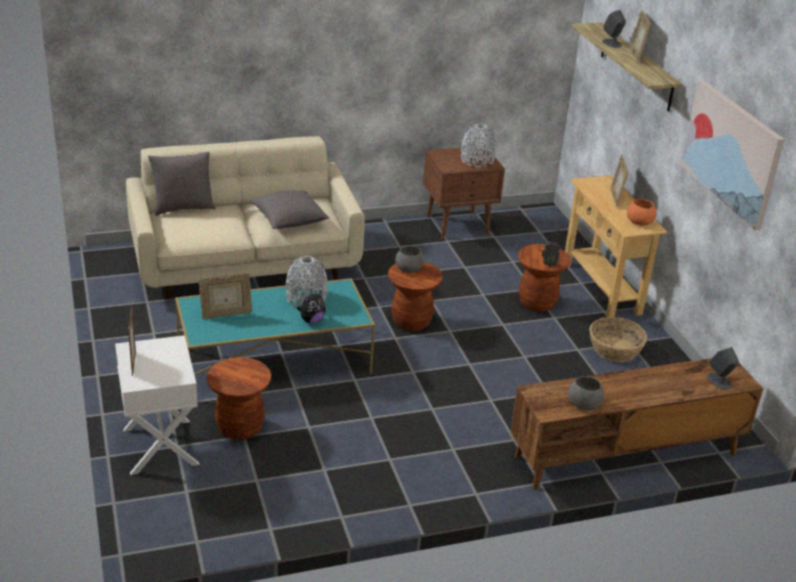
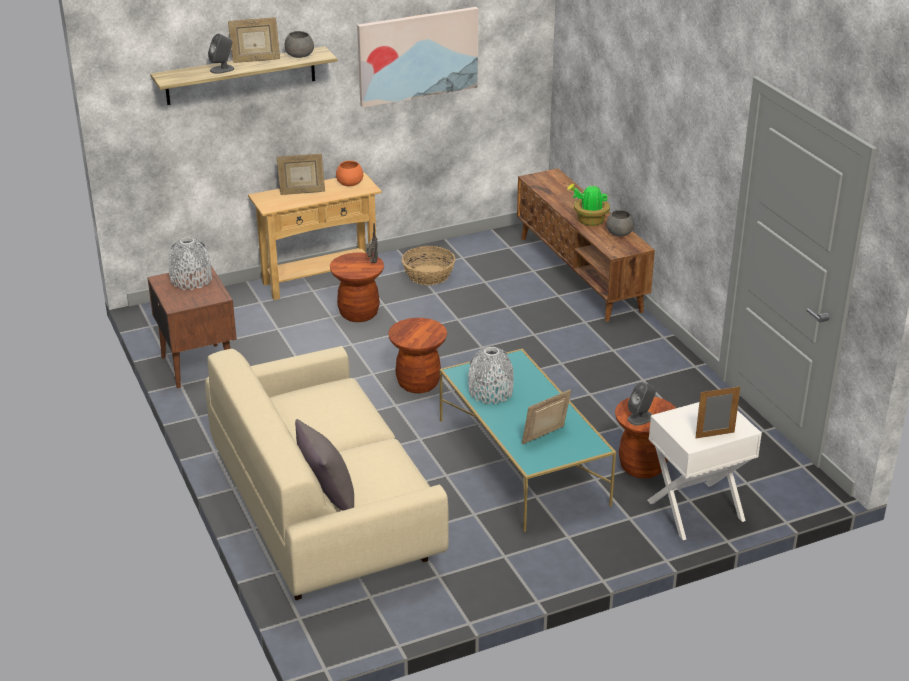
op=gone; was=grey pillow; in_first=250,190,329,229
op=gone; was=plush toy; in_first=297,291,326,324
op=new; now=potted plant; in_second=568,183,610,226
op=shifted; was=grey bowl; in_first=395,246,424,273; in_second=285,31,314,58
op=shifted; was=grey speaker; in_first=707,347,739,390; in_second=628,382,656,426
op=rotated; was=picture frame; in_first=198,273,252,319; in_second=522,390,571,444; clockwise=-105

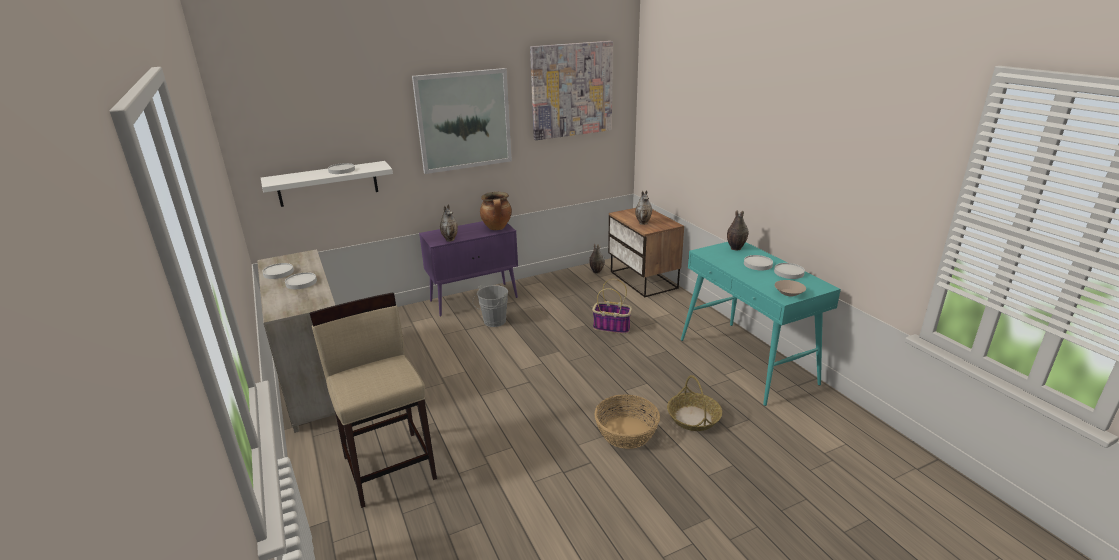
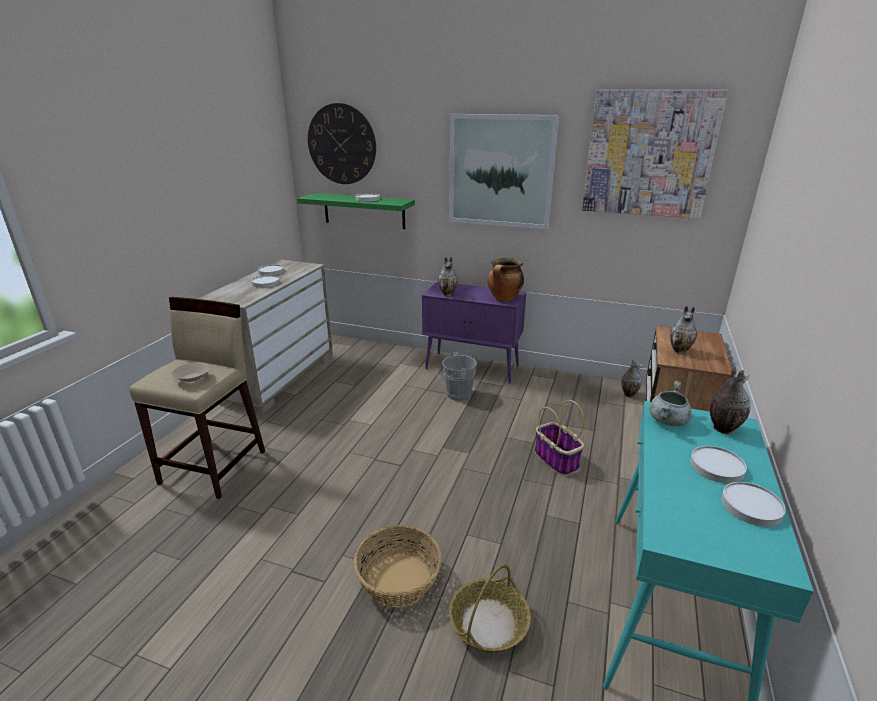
op=new; now=wall clock; in_second=308,103,376,184
op=new; now=grey cooking pot; in_second=649,381,692,426
op=shifted; was=beige bowl; in_first=774,280,806,296; in_second=172,362,210,382
op=repainted; was=white shelf; now=green shelf; in_first=261,161,393,207; in_second=297,193,415,229

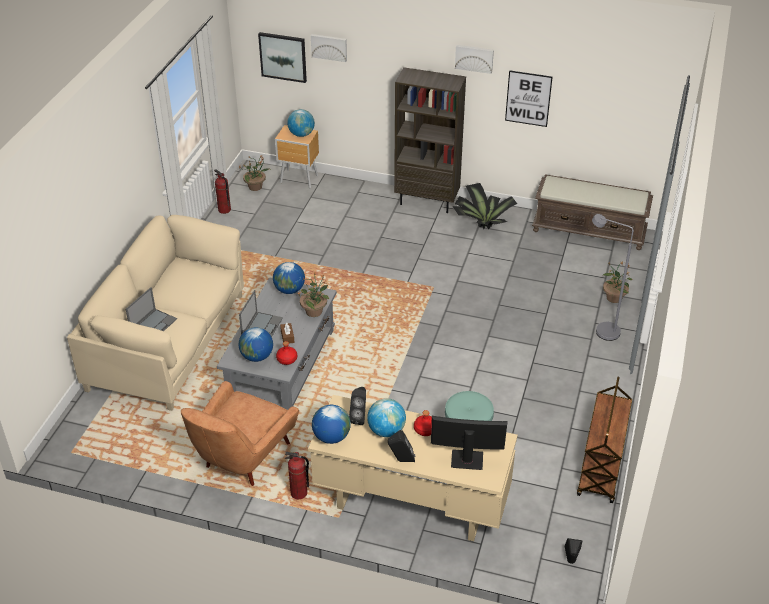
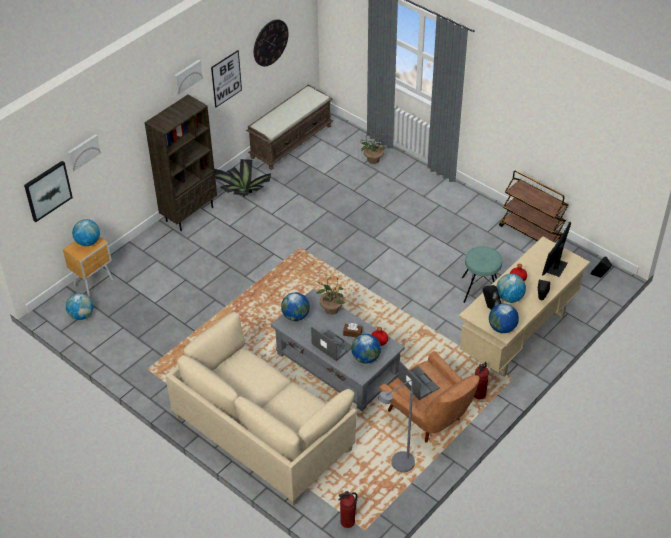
op=new; now=wall clock; in_second=254,19,289,66
op=shifted; was=laptop; in_first=126,287,177,331; in_second=398,361,439,400
op=shifted; was=fire extinguisher; in_first=214,169,231,214; in_second=338,491,357,528
op=shifted; was=grey floor lamp; in_first=592,214,633,341; in_second=378,380,415,472
op=swapped; was=potted plant; now=globe; in_first=238,155,269,191; in_second=66,293,93,320

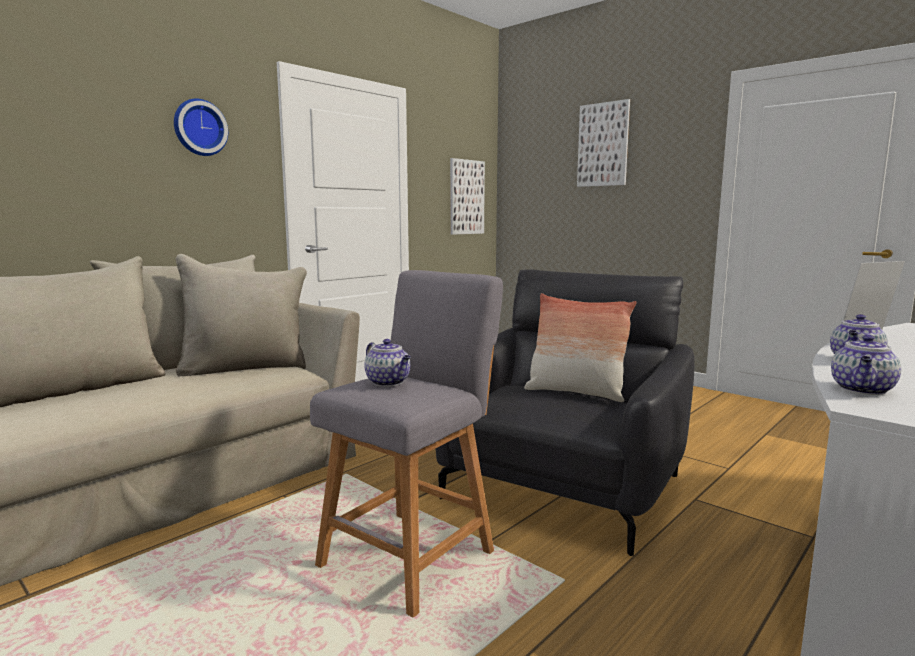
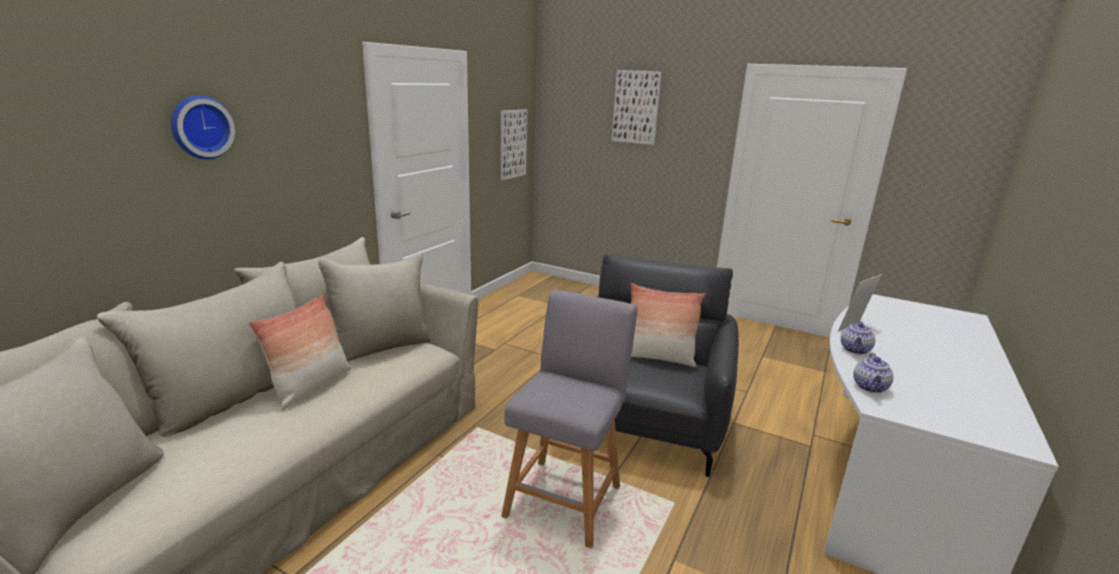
op=gone; was=teapot; in_first=365,339,411,386
op=new; now=pillow; in_second=248,294,352,410
op=shifted; was=wall clock; in_first=174,99,228,156; in_second=171,96,235,159

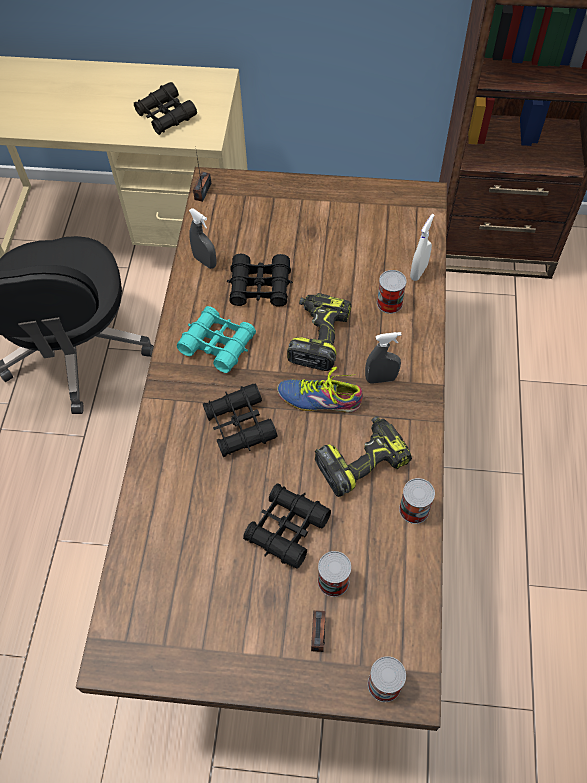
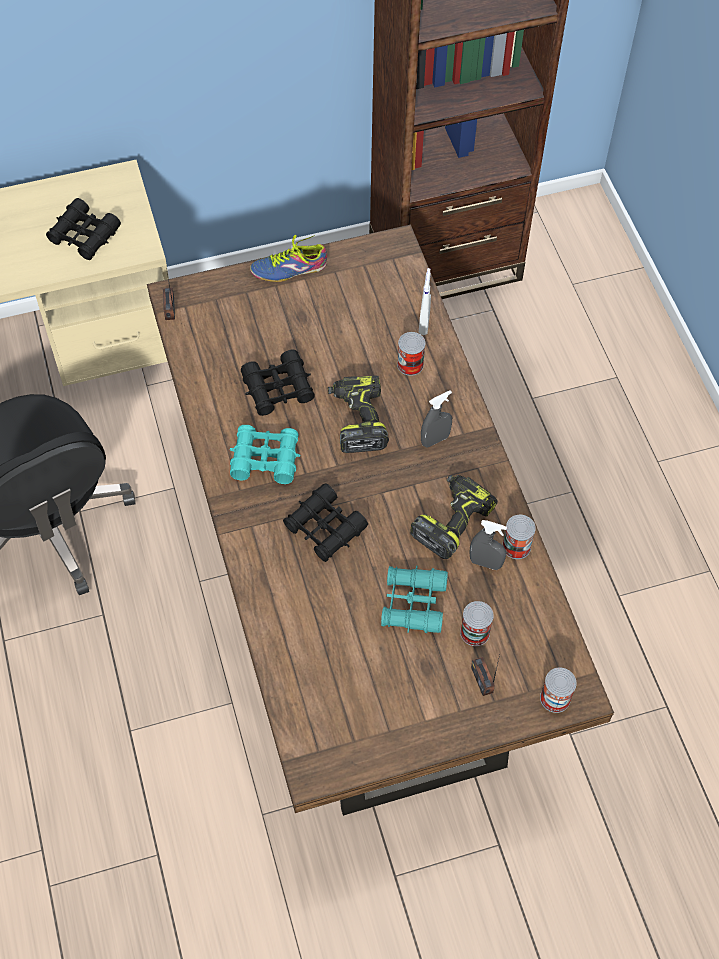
op=shifted; was=grey spray bottle; in_first=189,208,217,269; in_second=469,520,507,570
op=shifted; was=shoe; in_first=277,366,363,413; in_second=250,235,327,282
op=repainted; was=black binoculars; now=turquoise binoculars; in_first=243,484,331,569; in_second=381,566,448,633

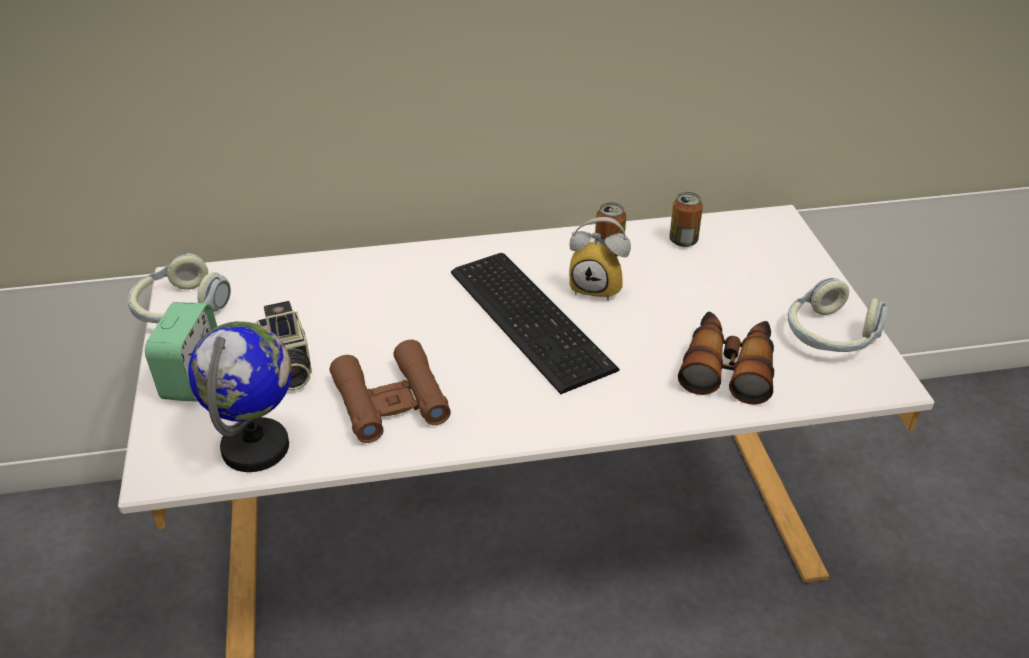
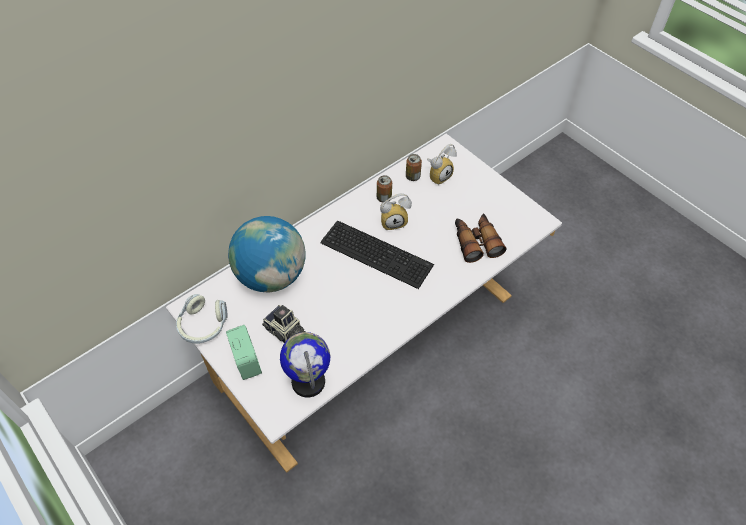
op=gone; was=brown binoculars; in_first=330,340,451,443
op=gone; was=headphones; in_first=788,278,888,352
op=new; now=globe; in_second=228,216,306,292
op=new; now=alarm clock; in_second=427,144,457,185

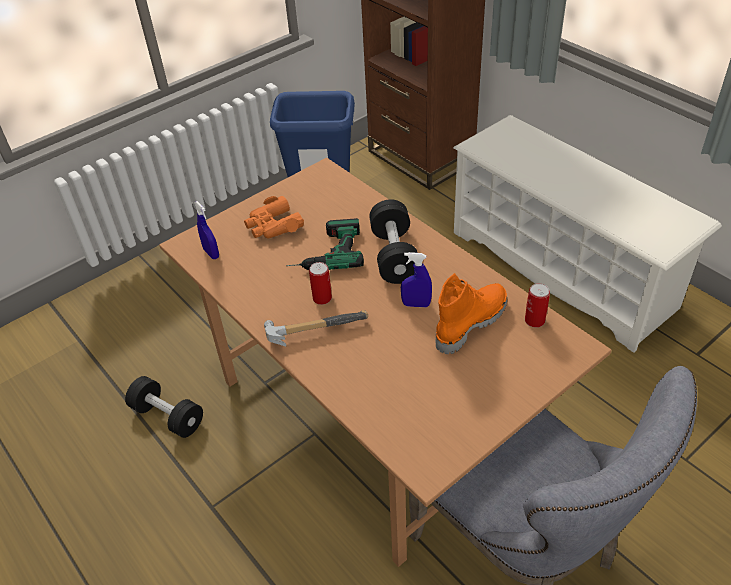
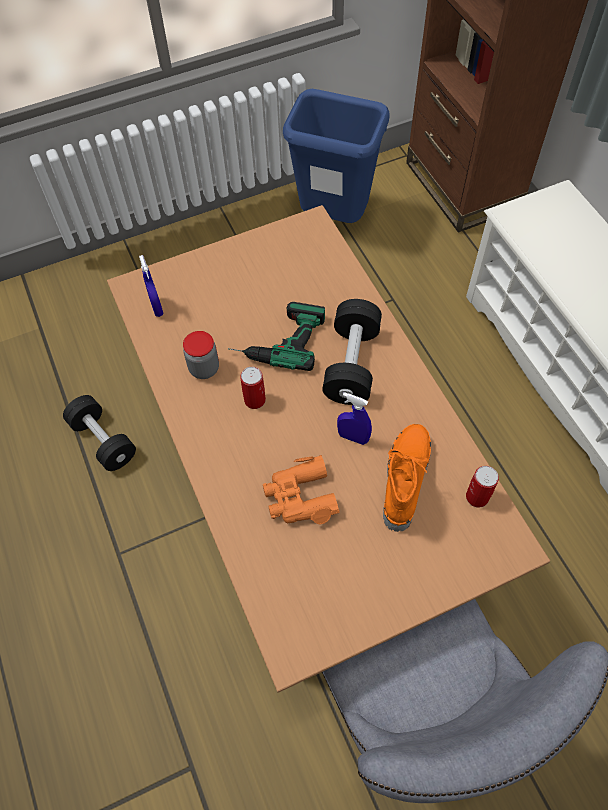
op=gone; was=hammer; in_first=264,310,368,346
op=new; now=jar; in_second=183,331,219,379
op=shifted; was=orange binoculars; in_first=244,196,304,239; in_second=263,455,340,524
op=rotated; was=orange boot; in_first=436,273,507,354; in_second=383,424,431,532; clockwise=-45

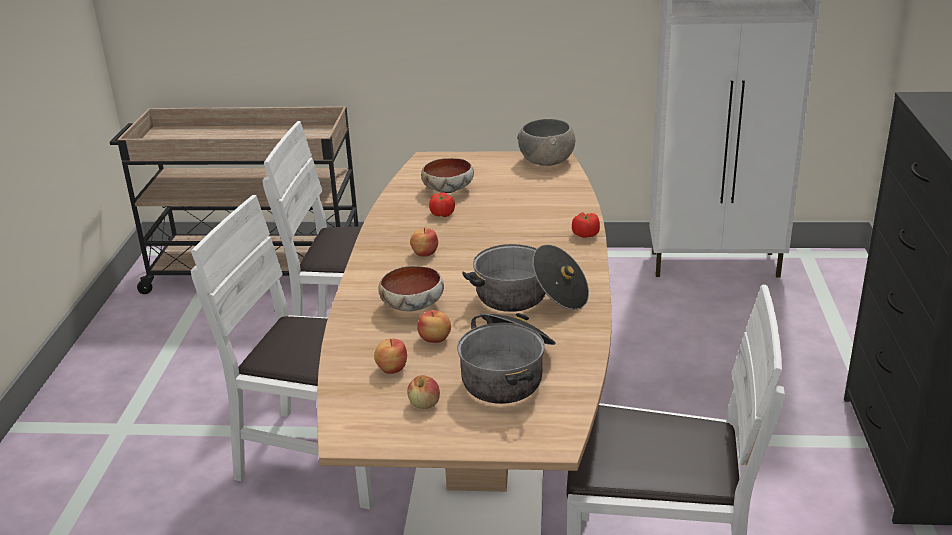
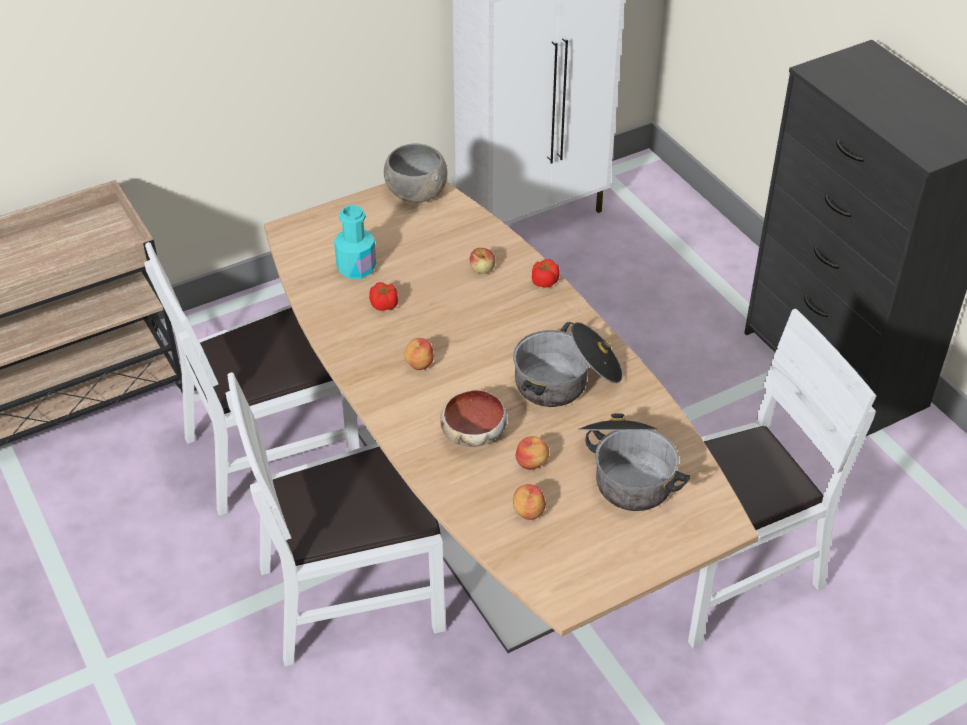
op=shifted; was=apple; in_first=407,375,440,409; in_second=470,248,496,274
op=swapped; was=bowl; now=turquoise bottle; in_first=421,158,474,193; in_second=334,205,376,279

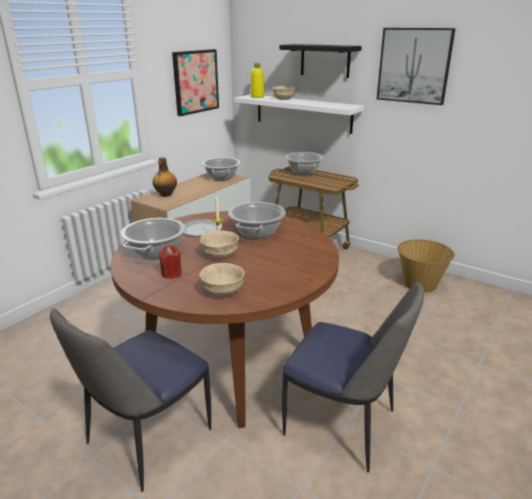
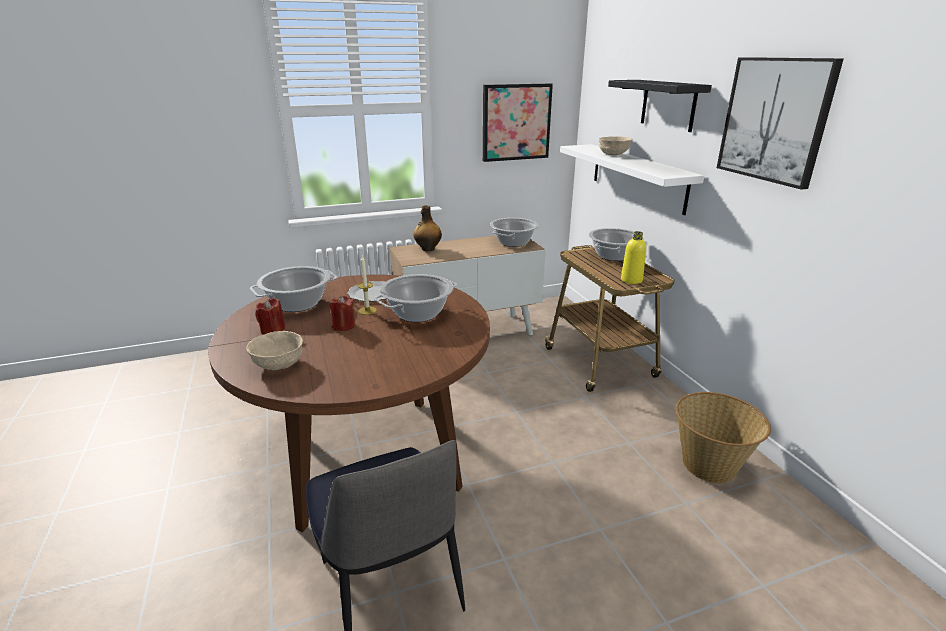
op=gone; was=chair; in_first=50,308,211,492
op=shifted; was=yellow bottle; in_first=251,63,264,98; in_second=621,231,646,284
op=swapped; was=beige bowl; now=red candle; in_first=200,230,239,259; in_second=329,296,355,331

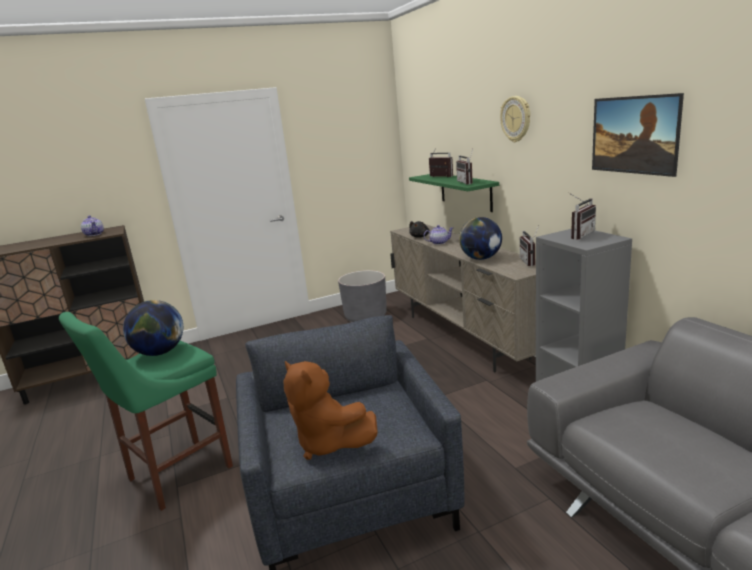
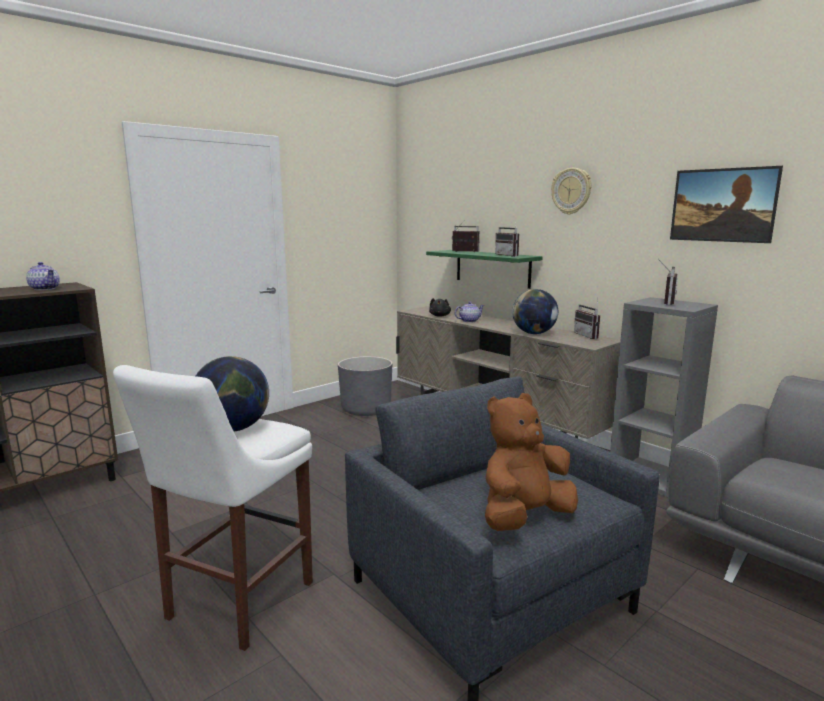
op=repainted; was=green stool; now=white stool; in_first=59,312,233,511; in_second=113,365,313,651
op=rotated; was=brown plush toy; in_first=283,361,378,460; in_second=485,393,578,531; clockwise=120

